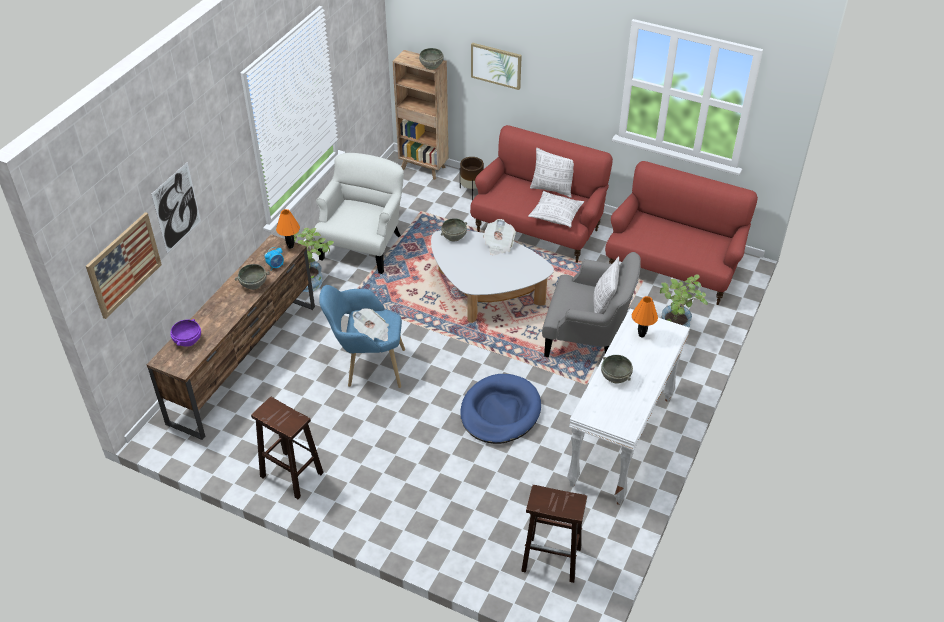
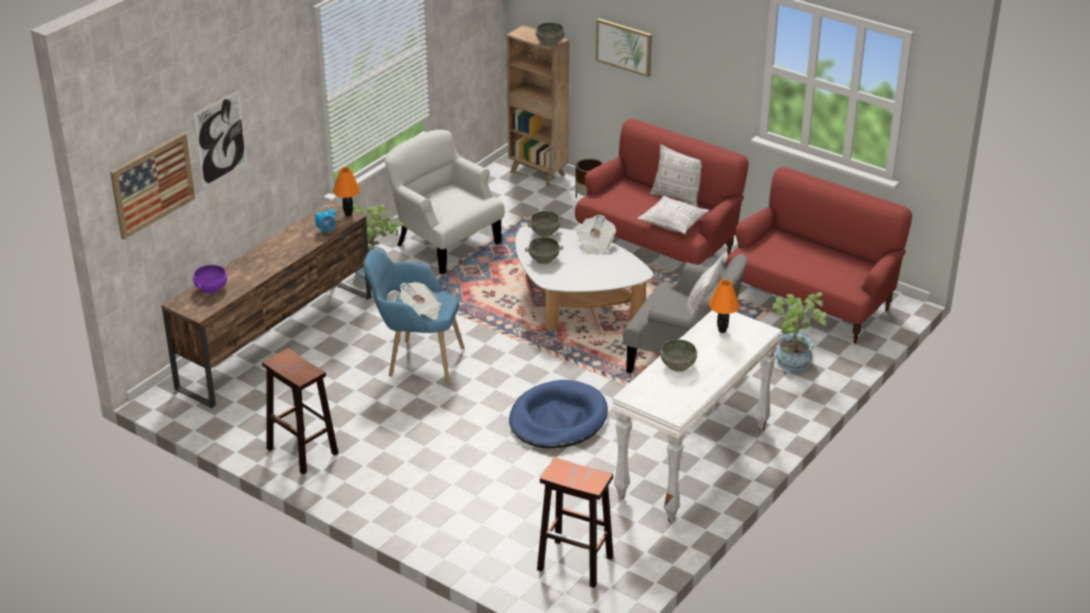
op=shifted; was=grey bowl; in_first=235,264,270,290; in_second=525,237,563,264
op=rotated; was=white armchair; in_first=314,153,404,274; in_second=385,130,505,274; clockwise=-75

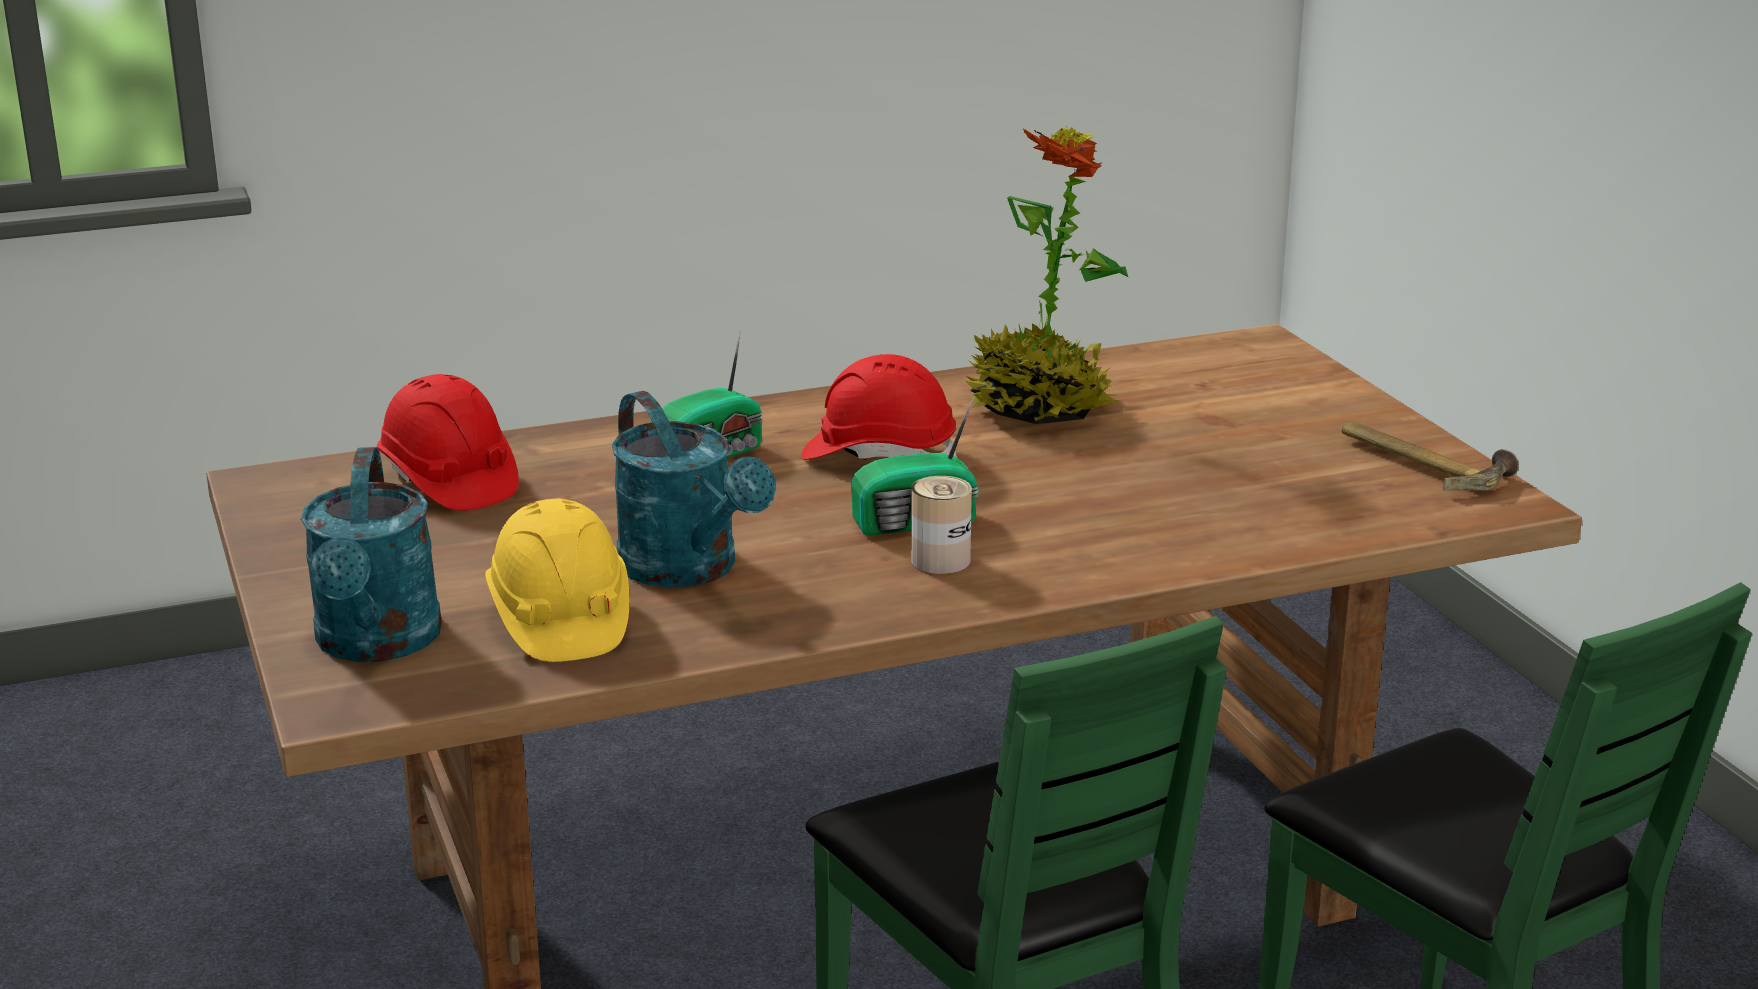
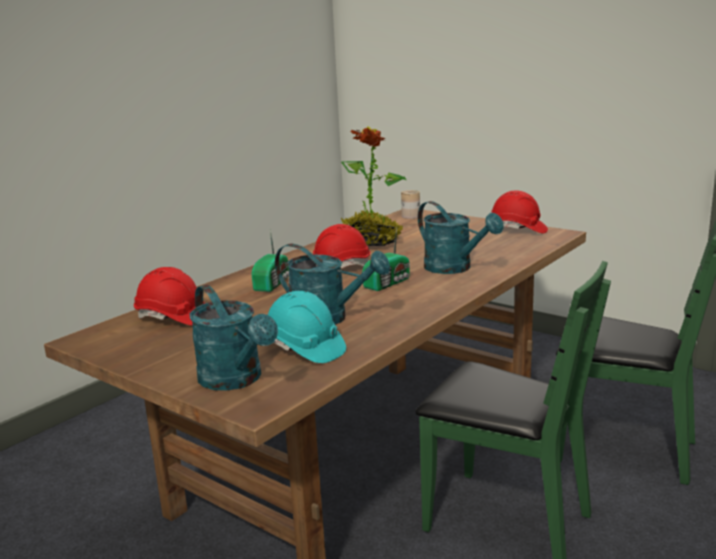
op=new; now=turquoise watering can; in_second=418,201,504,274
op=shifted; was=can; in_first=911,476,972,574; in_second=401,190,420,219
op=swapped; was=hammer; now=red hard hat; in_first=1342,421,1519,491; in_second=491,190,548,234
op=repainted; was=yellow hard hat; now=turquoise hard hat; in_first=485,498,629,662; in_second=268,291,346,363

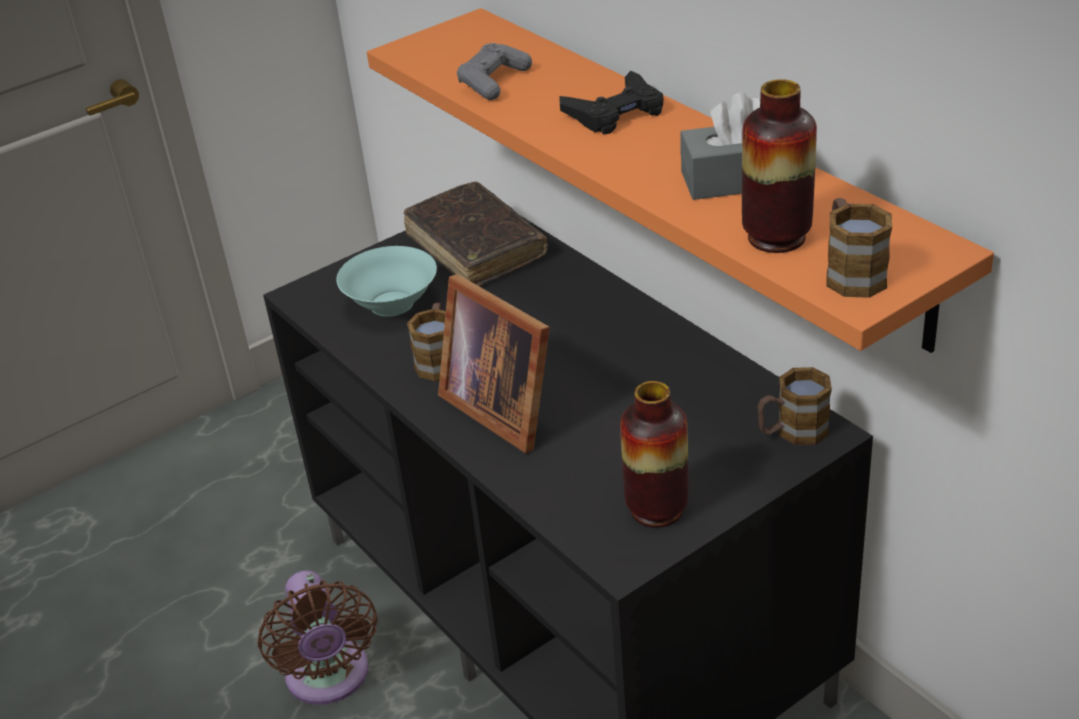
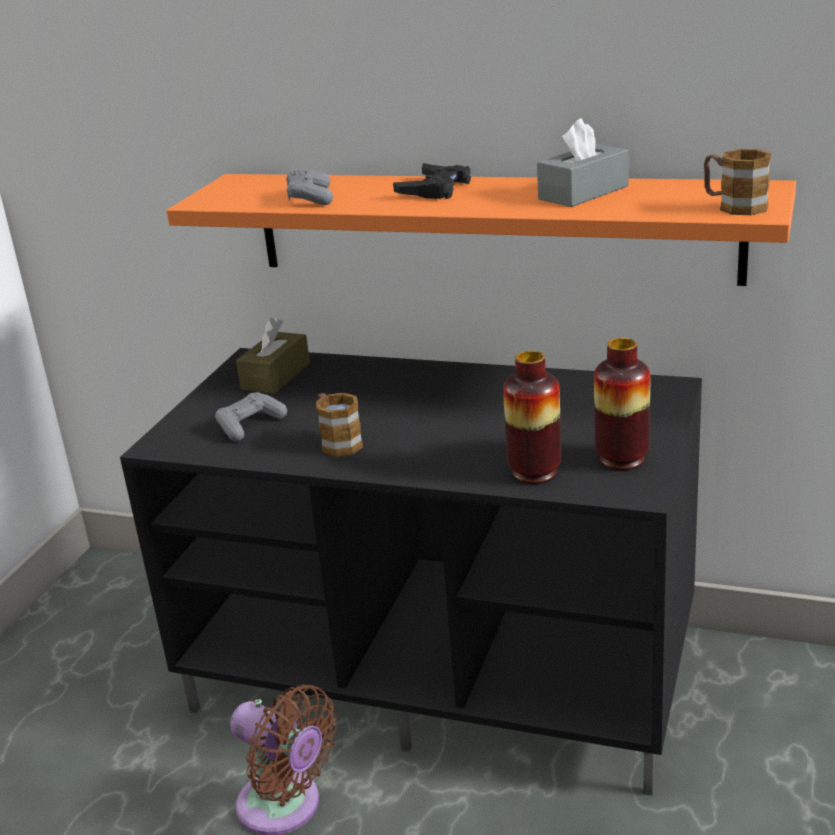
op=gone; was=picture frame; in_first=438,274,550,453
op=gone; was=mug; in_first=758,367,832,445
op=shifted; was=vase; in_first=742,79,817,253; in_second=503,351,561,484
op=swapped; was=turquoise bowl; now=grey game controller; in_first=336,246,437,317; in_second=215,392,287,441
op=swapped; was=brown book; now=brown tissue box; in_first=404,182,548,286; in_second=236,318,310,394

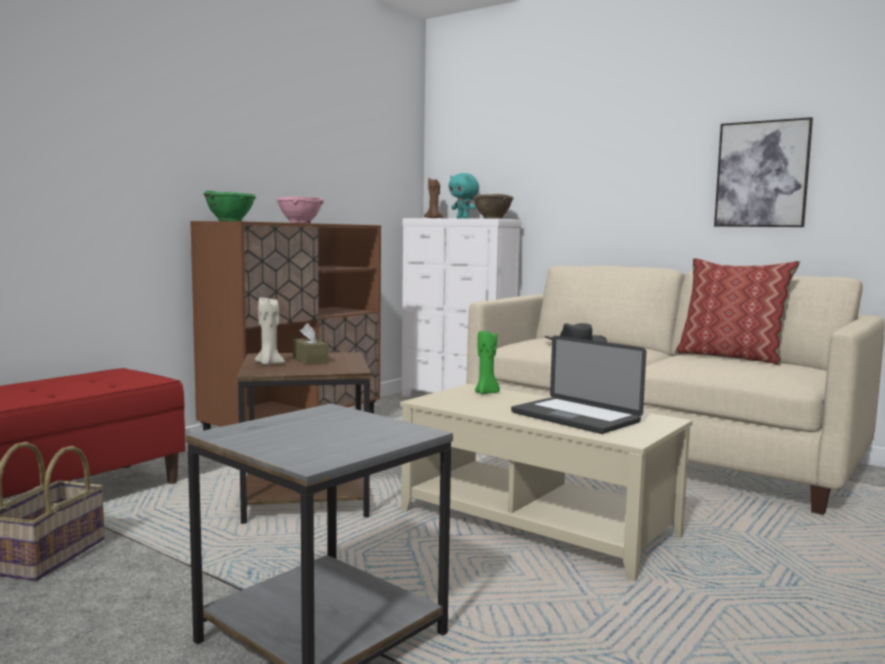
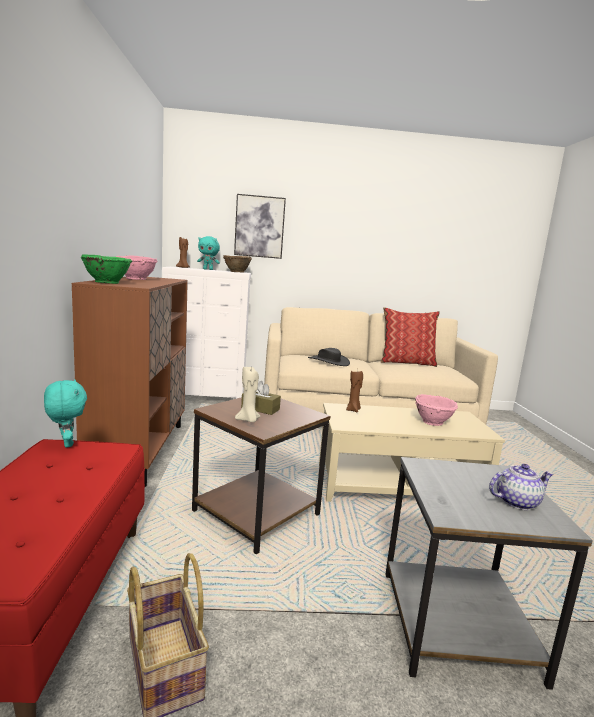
op=new; now=turquoise plush toy; in_second=44,379,87,447
op=new; now=teapot; in_second=489,464,554,510
op=shifted; was=picture; in_first=714,117,813,227; in_second=234,194,286,259
op=swapped; was=laptop; now=pink bowl; in_first=511,336,646,434; in_second=415,394,458,426
op=repainted; was=green candle; now=brown candle; in_first=475,330,500,394; in_second=346,369,363,412

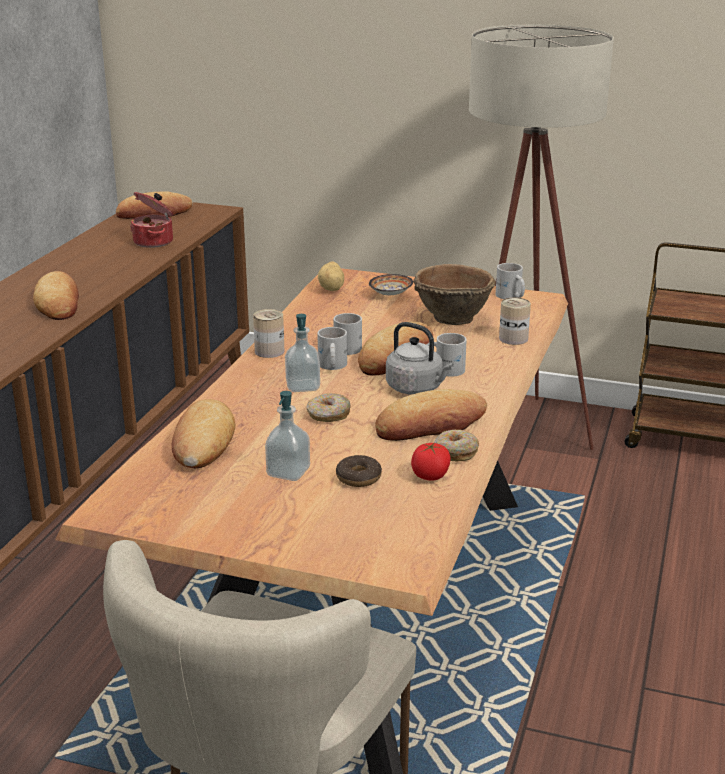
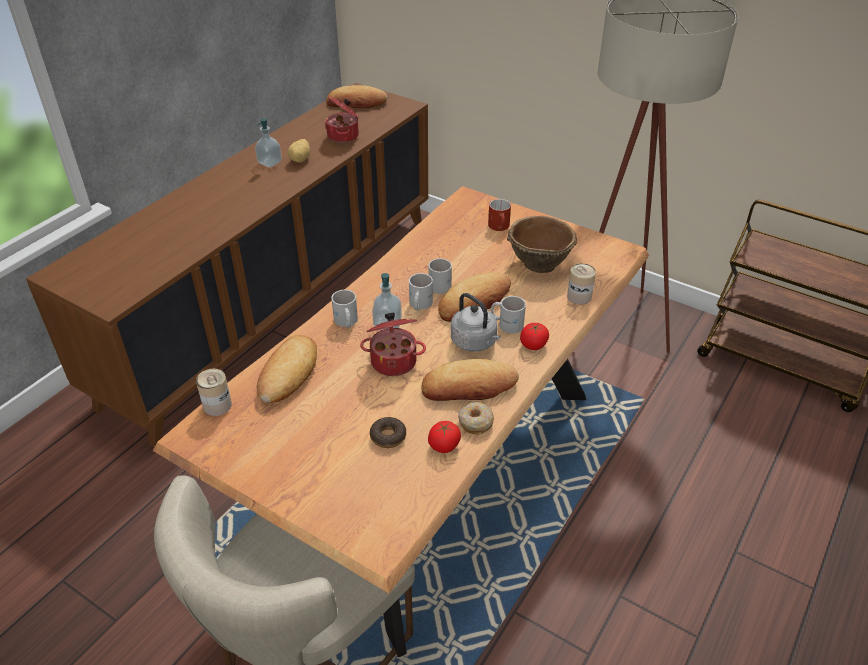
op=gone; was=bread; in_first=33,271,79,320
op=new; now=tomato; in_second=520,323,549,350
op=shifted; was=can; in_first=253,309,284,358; in_second=196,369,232,416
op=shifted; was=soap dispenser; in_first=265,391,310,481; in_second=255,118,282,167
op=shifted; was=potato; in_first=318,261,344,291; in_second=288,139,310,163
op=shifted; was=white mug; in_first=496,263,525,299; in_second=331,290,358,328
op=swapped; was=donut; now=cooking pot; in_first=306,393,351,422; in_second=360,312,426,376
op=swapped; was=bowl; now=red mug; in_first=369,274,413,295; in_second=488,199,511,231

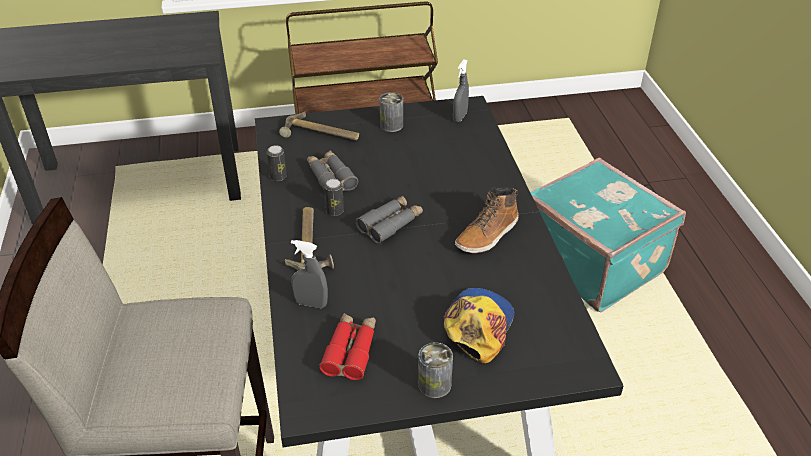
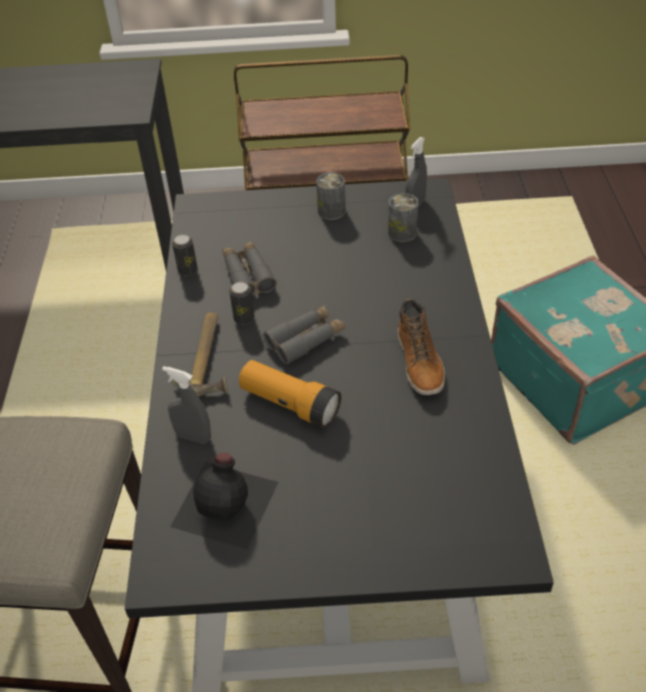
op=gone; was=hammer; in_first=279,112,359,140
op=gone; was=cap; in_first=443,288,515,363
op=new; now=flashlight; in_second=239,360,341,428
op=shifted; was=can; in_first=418,342,453,398; in_second=388,193,418,242
op=swapped; was=red binoculars; now=black bottle; in_first=319,313,376,380; in_second=170,453,278,550
op=rotated; was=boot; in_first=455,188,519,253; in_second=398,299,445,395; clockwise=-60

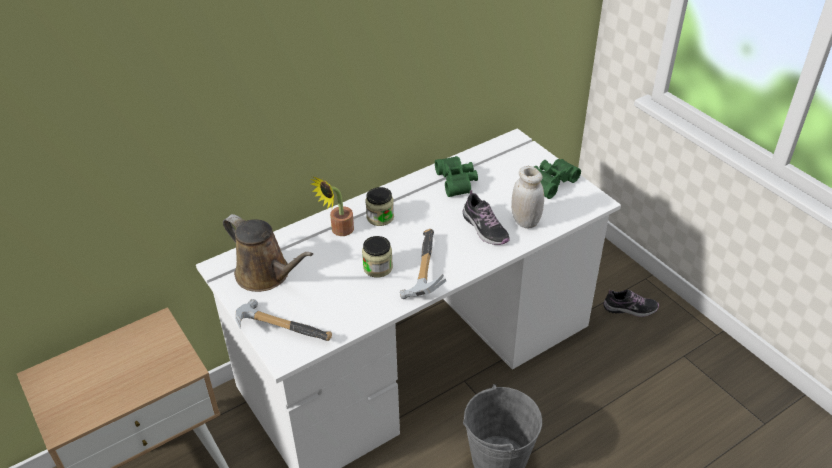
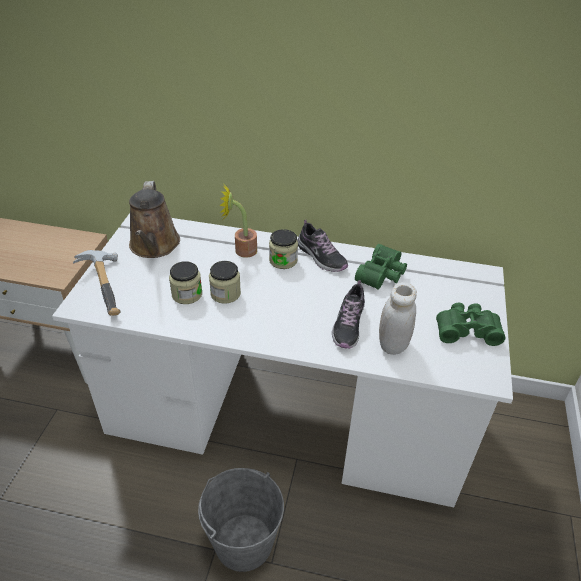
op=gone; was=hammer; in_first=400,229,447,299
op=new; now=jar; in_second=169,261,202,304
op=shifted; was=shoe; in_first=603,289,659,317; in_second=297,220,348,272

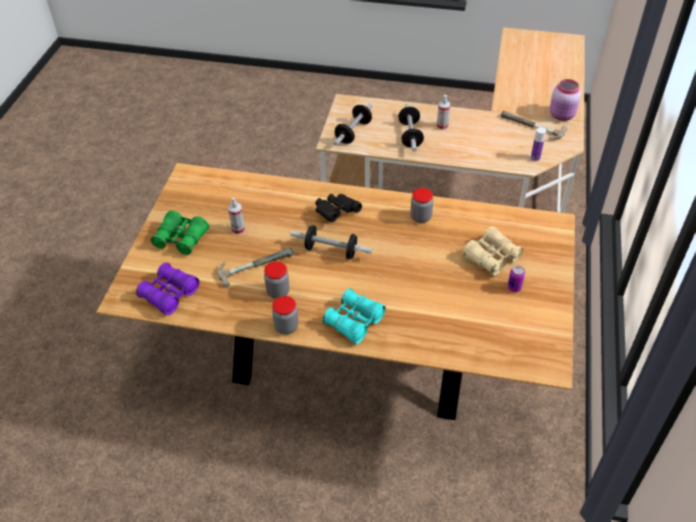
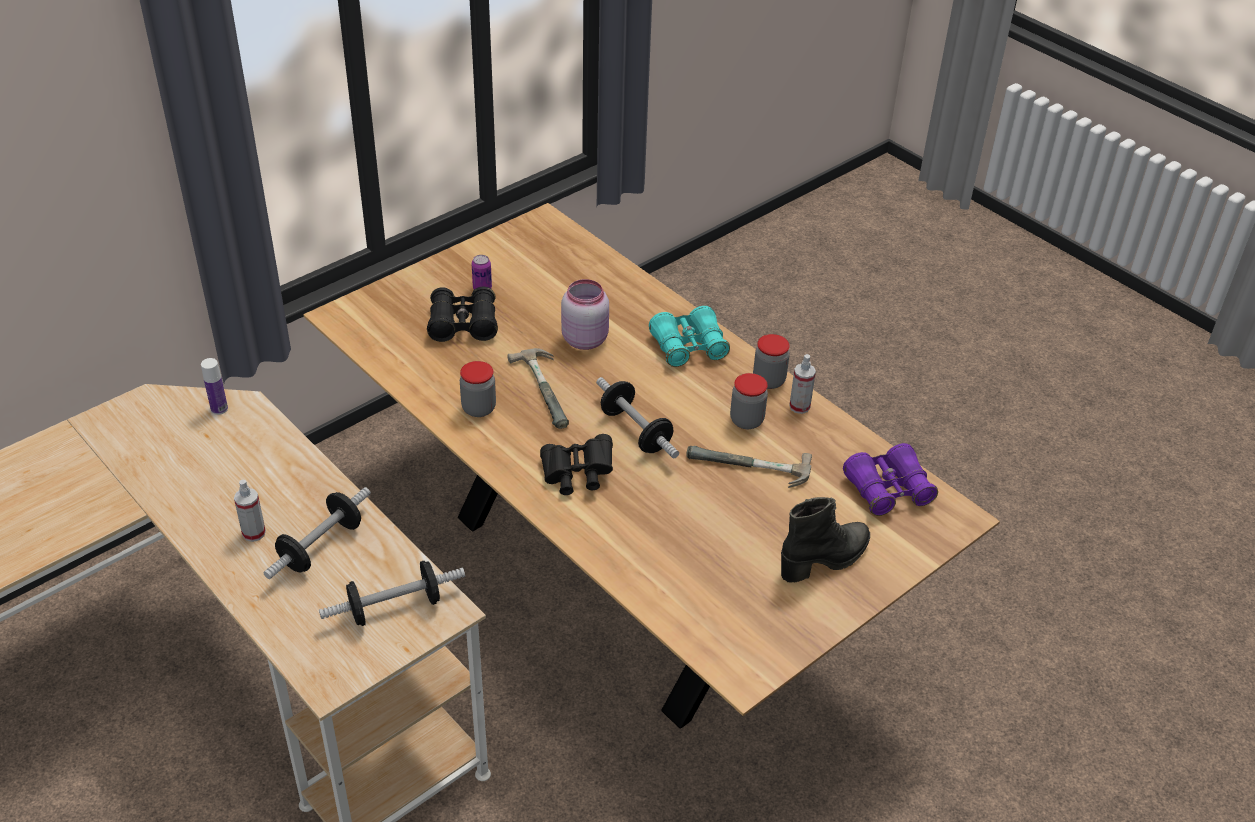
op=shifted; was=spray bottle; in_first=228,197,245,234; in_second=789,354,816,414
op=shifted; was=hammer; in_first=501,111,567,140; in_second=508,348,569,429
op=shifted; was=pink jar; in_first=550,79,581,121; in_second=561,279,609,350
op=swapped; was=green binoculars; now=black boot; in_first=151,210,209,255; in_second=781,497,870,583
op=repainted; was=beige binoculars; now=black binoculars; in_first=462,226,523,276; in_second=427,287,498,342

